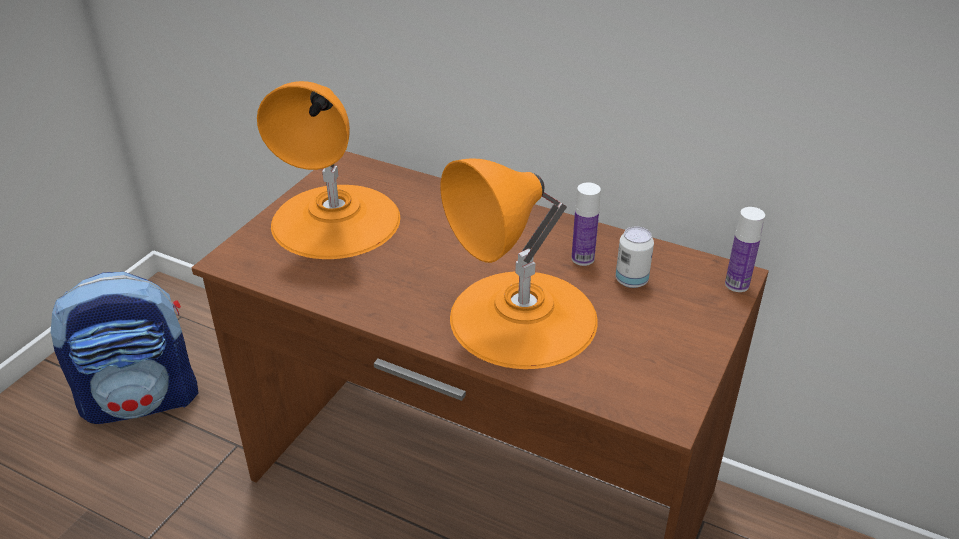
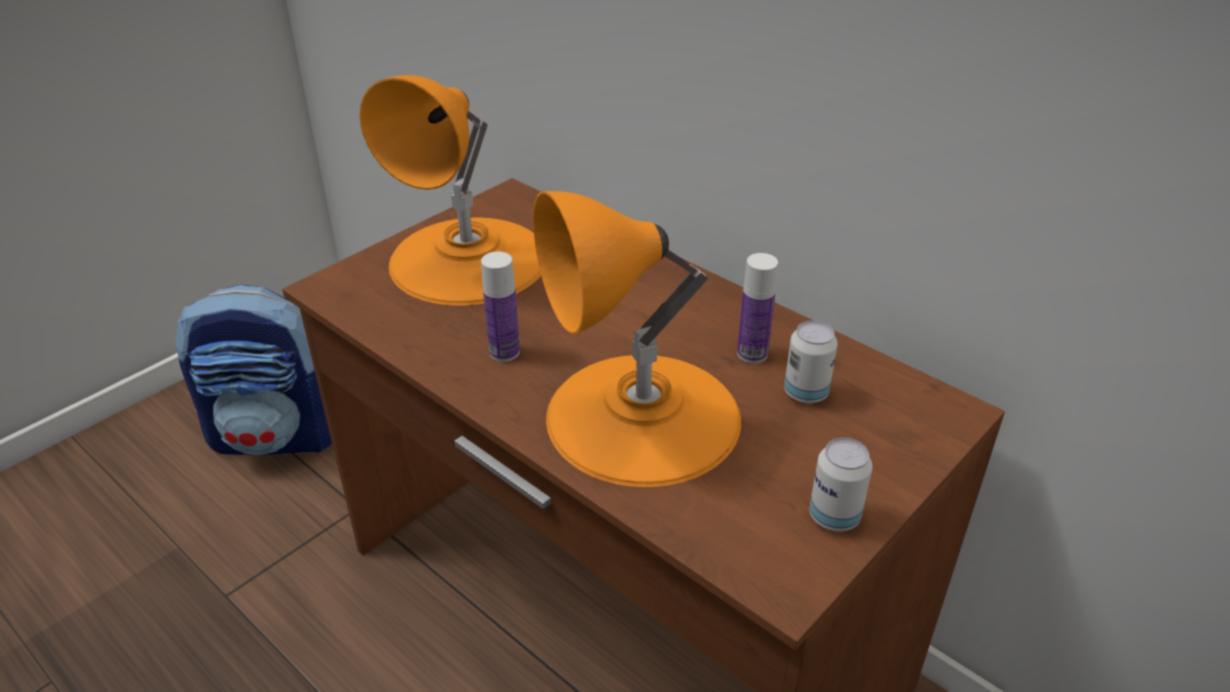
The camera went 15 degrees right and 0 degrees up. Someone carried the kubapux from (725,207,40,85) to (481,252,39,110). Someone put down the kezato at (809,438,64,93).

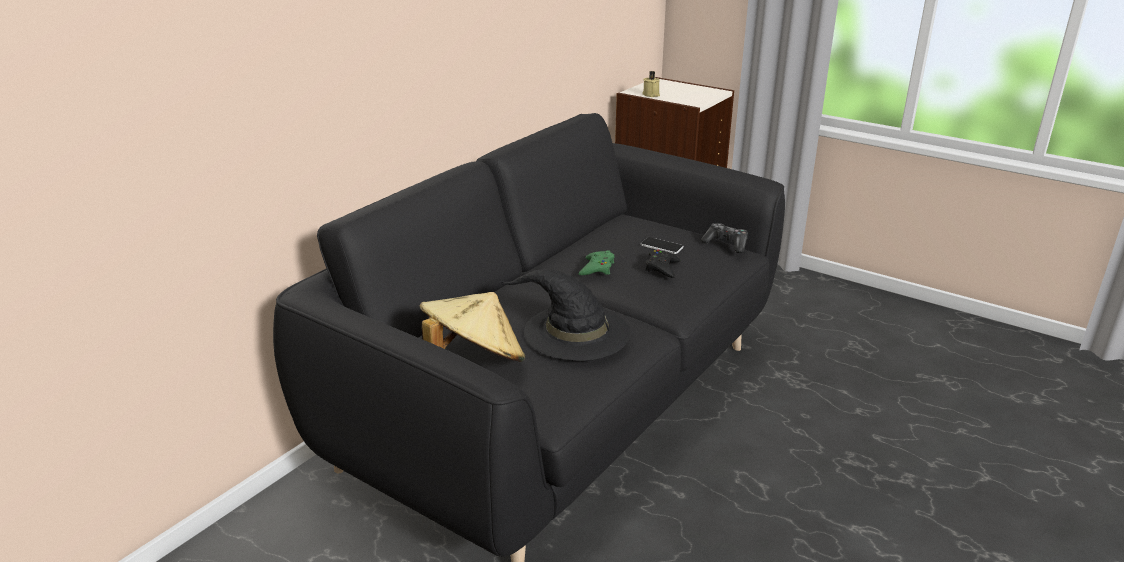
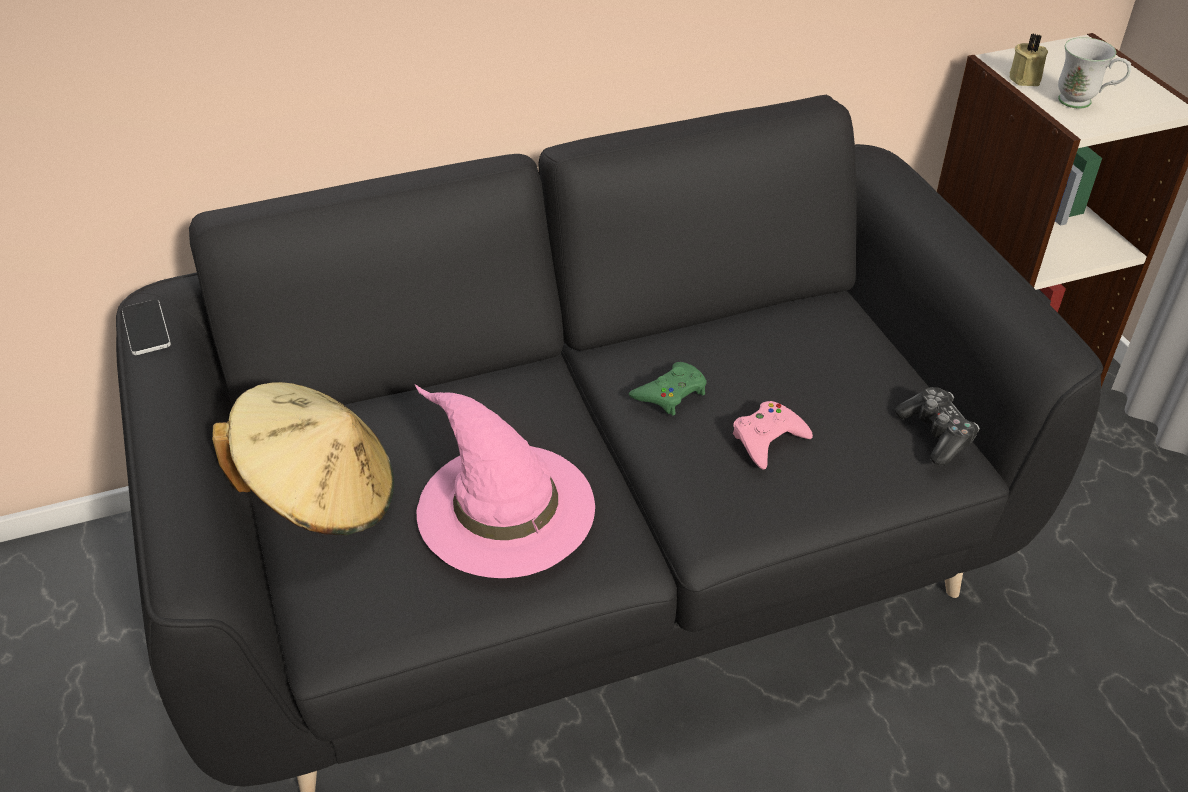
The camera went 35 degrees right and 15 degrees up. Someone repainted the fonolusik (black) at (500,269,130,92), which became the fonolusik (pink) at (415,385,180,193). Someone carried the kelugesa from (641,237,43,17) to (122,300,49,55). Someone repainted the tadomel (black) at (645,249,36,29), which became the tadomel (pink) at (733,401,80,69). Someone put down the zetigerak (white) at (1058,37,73,72).

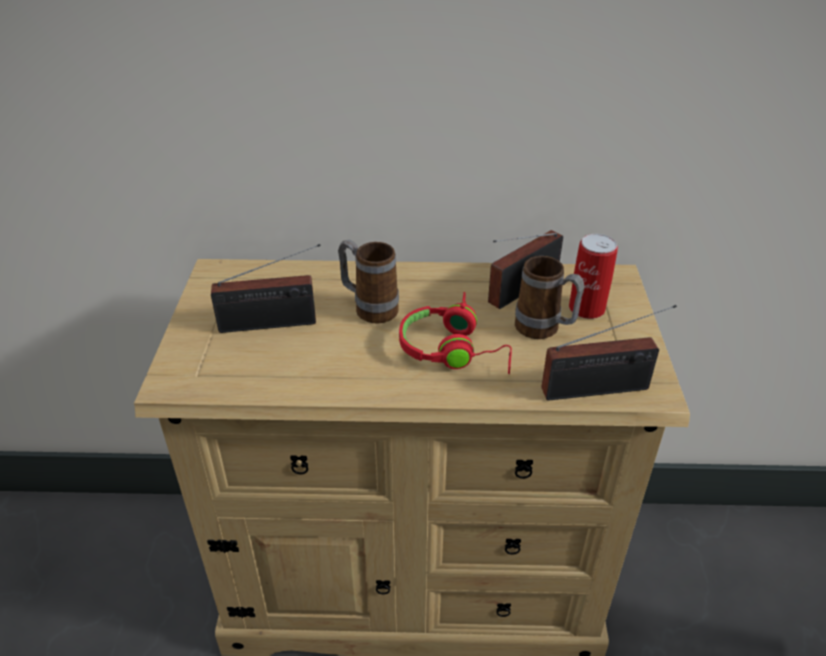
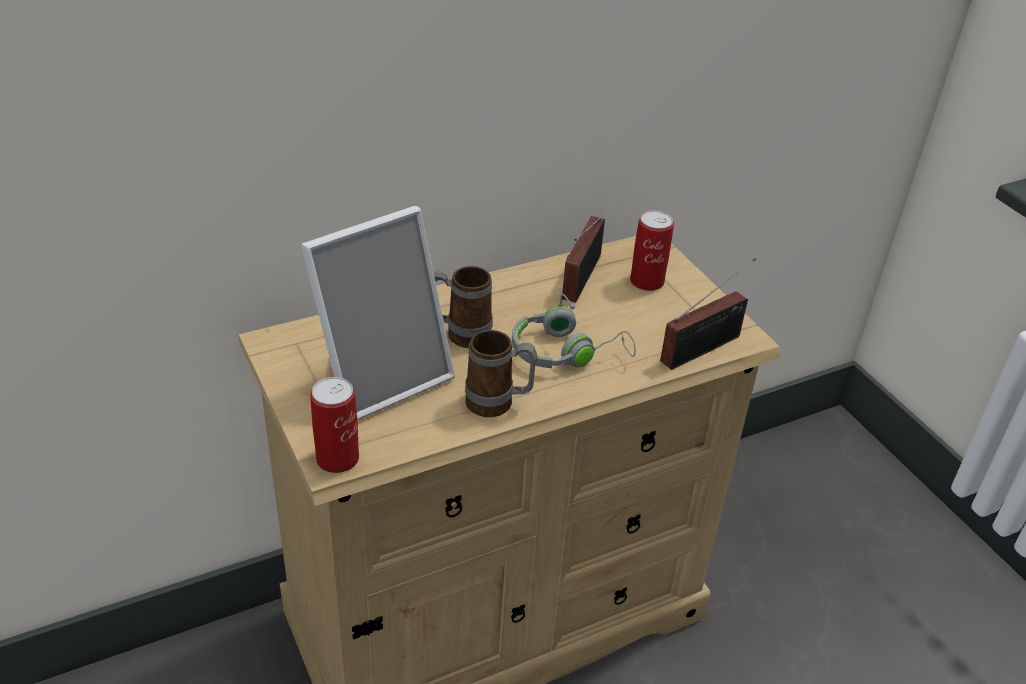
The camera went 30 degrees left and 0 degrees up. Someone swapped the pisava at (211,244,110,89) for the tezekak at (301,206,154,214). Someone repainted the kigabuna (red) at (399,292,113,82), which became the kigabuna (grey) at (512,294,124,74). Someone carried the zetigerak from (515,256,70,83) to (465,330,72,87). Someone put down the kezato at (310,377,49,96).

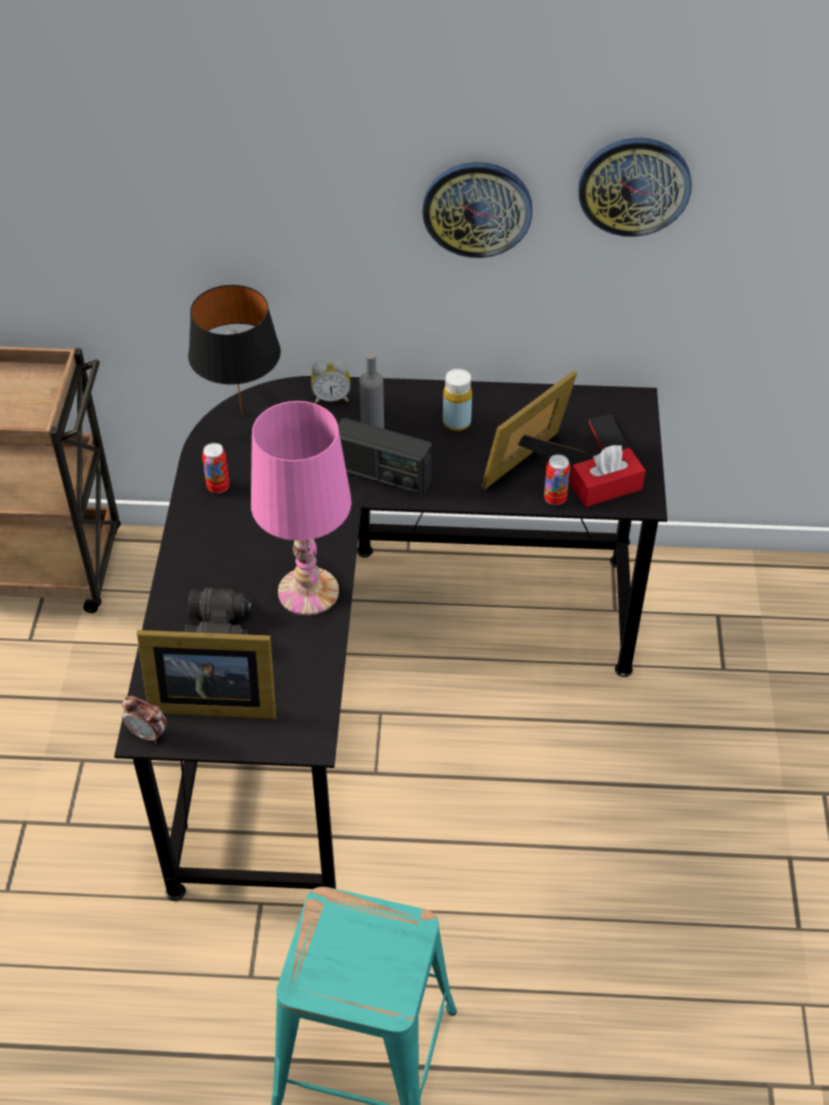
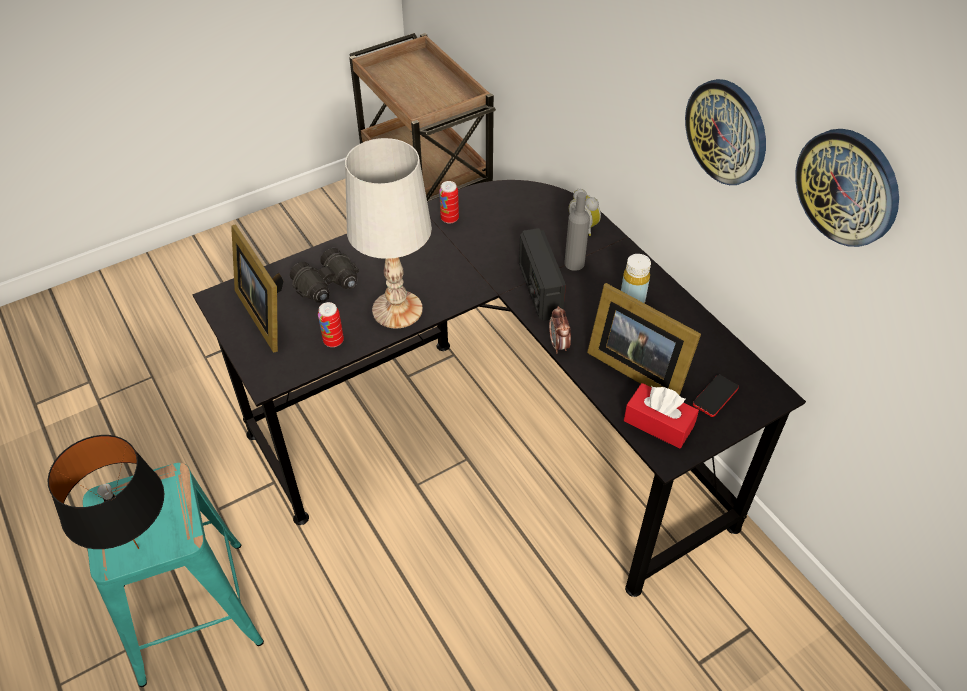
The camera went 55 degrees right and 0 degrees up. Someone carried the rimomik from (122,696,45,48) to (549,306,22,47). Someone carried the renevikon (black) from (188,285,93,130) to (48,435,116,114). Someone repainted the renevikon (pink) at (251,401,101,215), which became the renevikon (white) at (345,138,87,191). Someone rotated the tezekak at (481,371,104,119) by 150 degrees counterclockwise. Someone carried the kezato from (544,454,26,51) to (318,302,26,45).

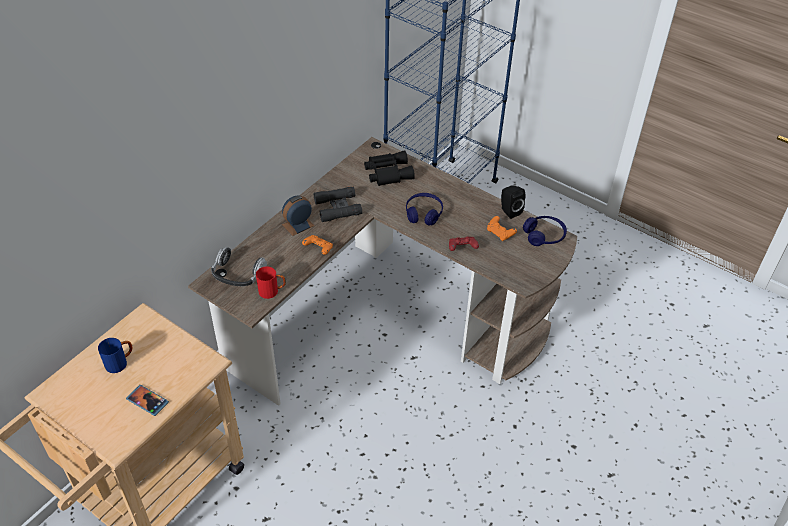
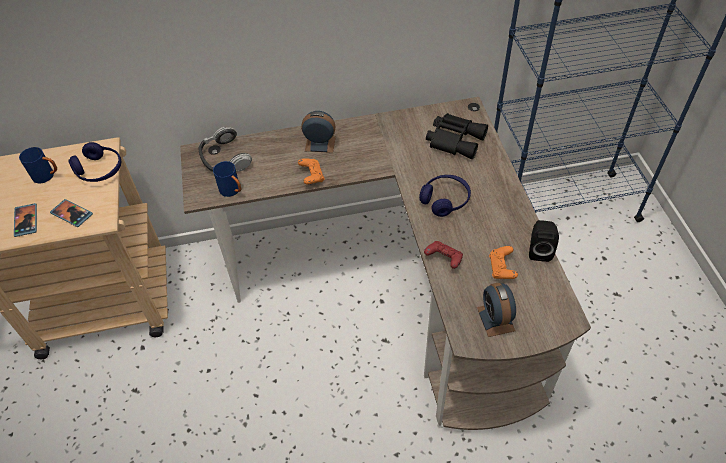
The camera went 45 degrees right and 5 degrees up. Someone repainted the zetigerak (red) at (256,266,30,33), which became the zetigerak (blue) at (213,161,28,36). Someone took away the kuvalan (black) at (314,187,48,35). Someone carried the kigabuna (blue) from (523,216,44,30) to (69,142,52,40). Someone put down the kelugesa at (50,199,43,28). Someone put down the rimomik at (477,283,39,54).

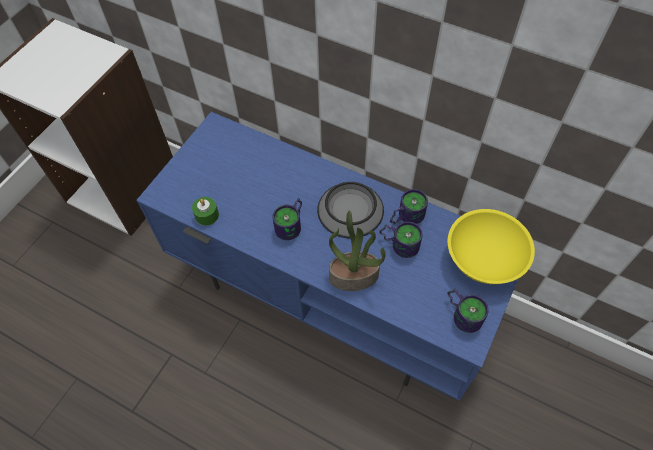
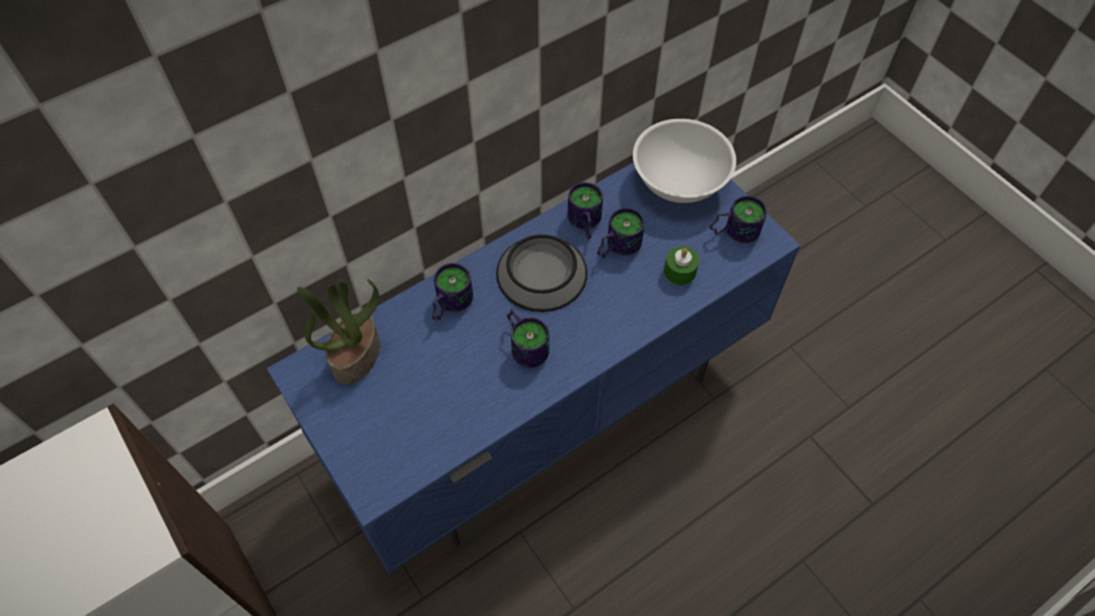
The camera went 65 degrees left and 0 degrees up. Someone carried the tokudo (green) from (192,197,27,28) to (664,246,35,39). Someone carried the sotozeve from (329,211,57,80) to (297,279,83,106). Someone repainted the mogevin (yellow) at (448,209,87,75), which became the mogevin (white) at (633,119,103,84). Someone put down the zetigerak at (432,263,41,57).

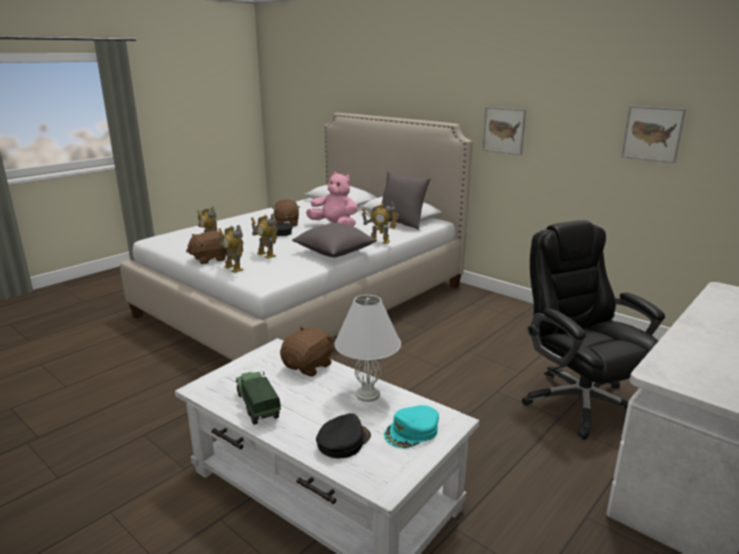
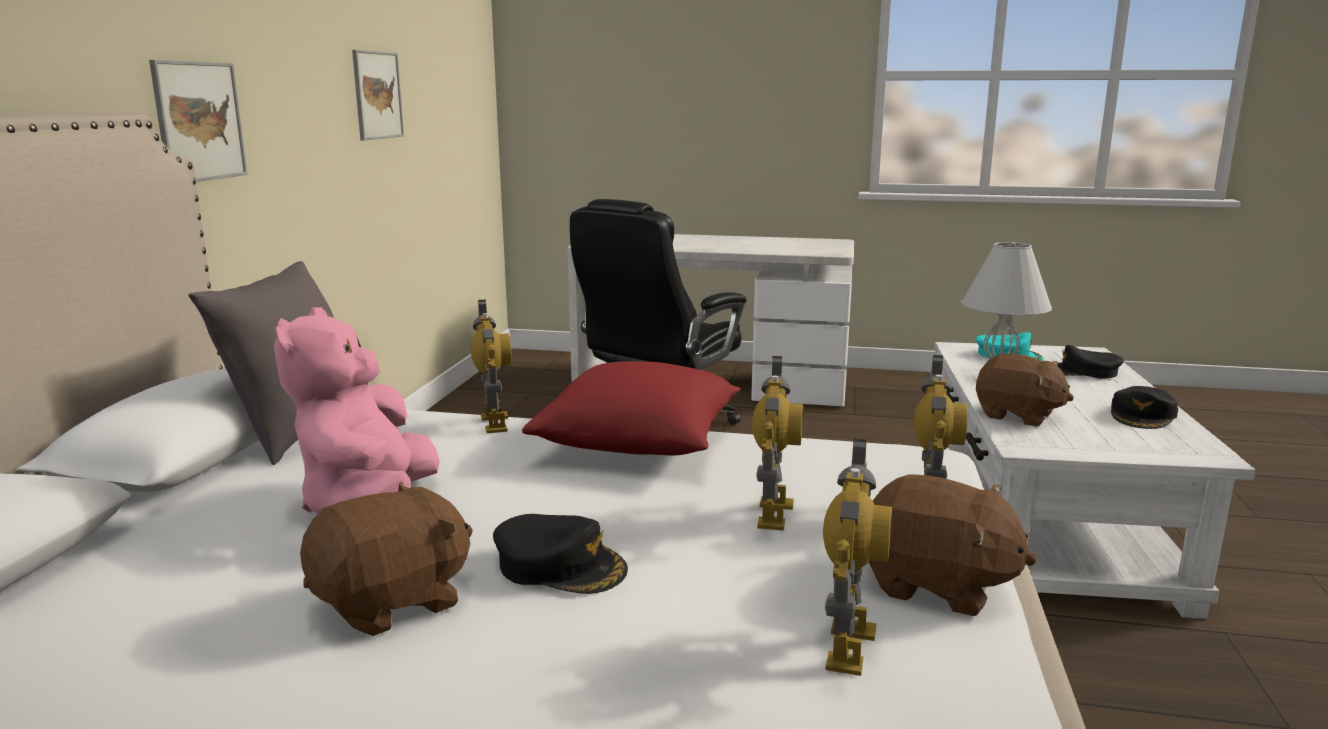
The camera went 120 degrees left and 5 degrees down. Someone swapped the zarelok at (236,371,45,54) for the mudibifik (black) at (1111,386,67,43). Someone rotated the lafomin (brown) at (280,327,54,50) by 150 degrees counterclockwise. Someone repainted the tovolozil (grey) at (292,223,85,34), which became the tovolozil (red) at (522,361,219,95).

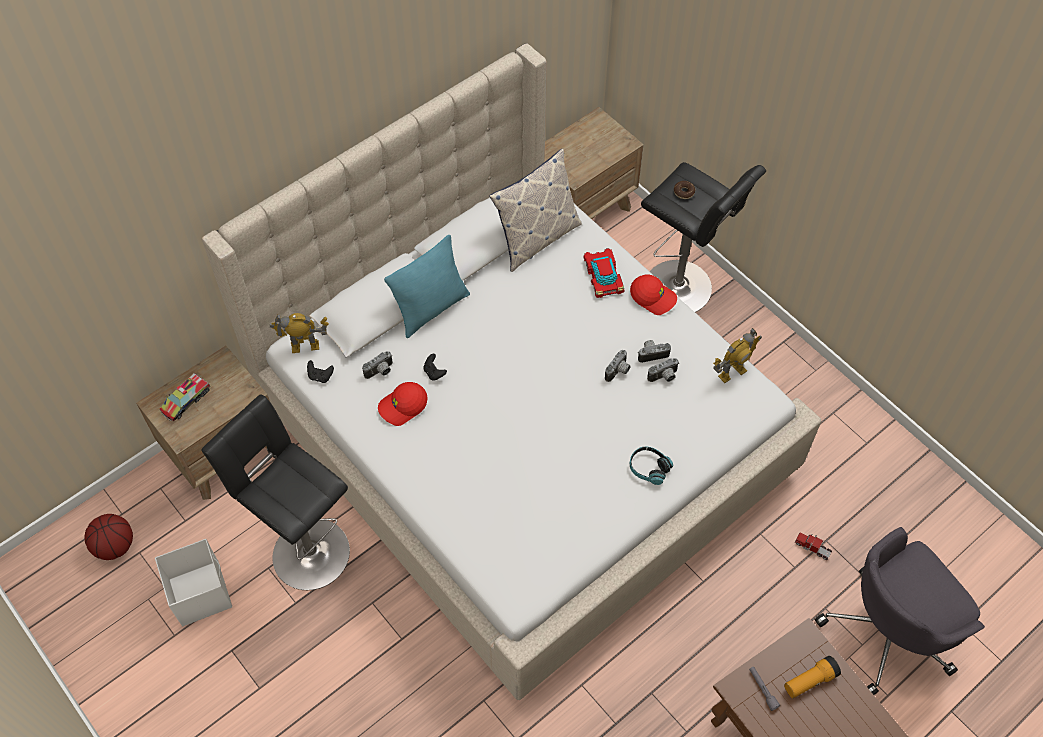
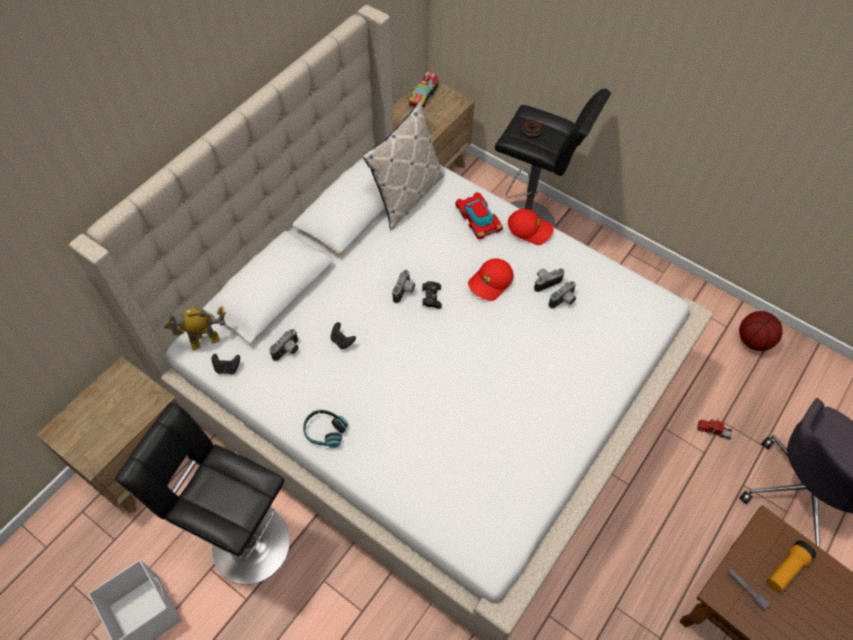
The camera went 15 degrees left and 0 degrees up. Someone carried the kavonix from (84,514,49,46) to (739,311,44,40). Someone carried the zarelok from (160,373,50,49) to (408,71,31,37). Someone carried the mudibifik (red) from (378,382,50,44) to (468,258,46,43). Someone took away the tovolozil (turquoise) at (384,235,86,103). Someone carried the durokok from (605,350,26,32) to (392,270,23,33). Someone carried the kigabuna from (630,447,43,38) to (303,410,45,38). Someone took away the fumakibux at (713,328,49,55). Someone put down the tadomel (black) at (422,281,20,28).

